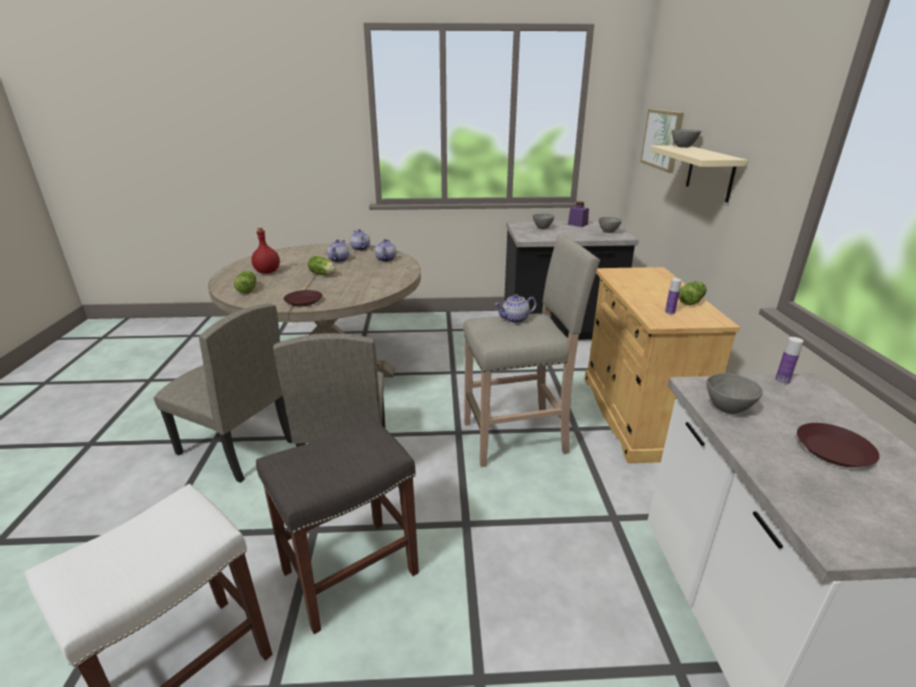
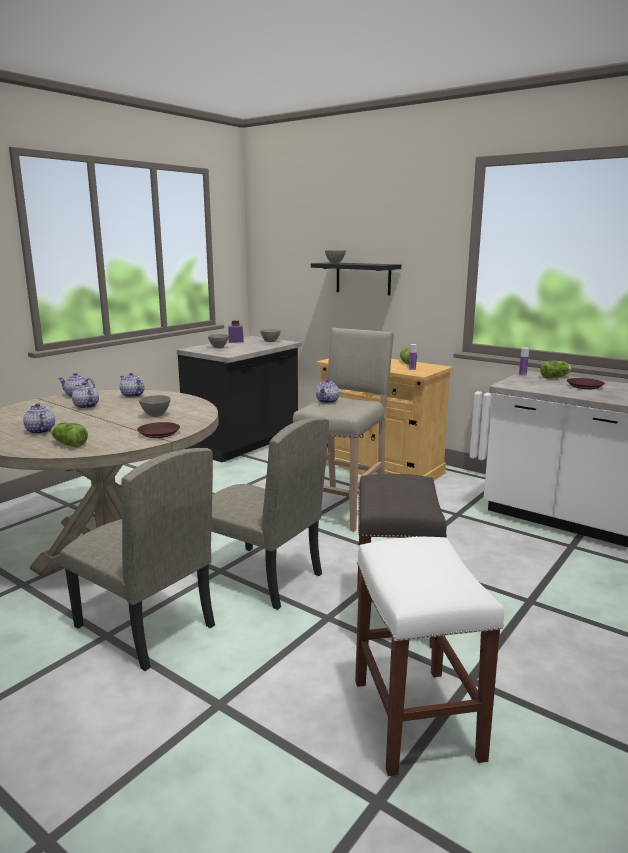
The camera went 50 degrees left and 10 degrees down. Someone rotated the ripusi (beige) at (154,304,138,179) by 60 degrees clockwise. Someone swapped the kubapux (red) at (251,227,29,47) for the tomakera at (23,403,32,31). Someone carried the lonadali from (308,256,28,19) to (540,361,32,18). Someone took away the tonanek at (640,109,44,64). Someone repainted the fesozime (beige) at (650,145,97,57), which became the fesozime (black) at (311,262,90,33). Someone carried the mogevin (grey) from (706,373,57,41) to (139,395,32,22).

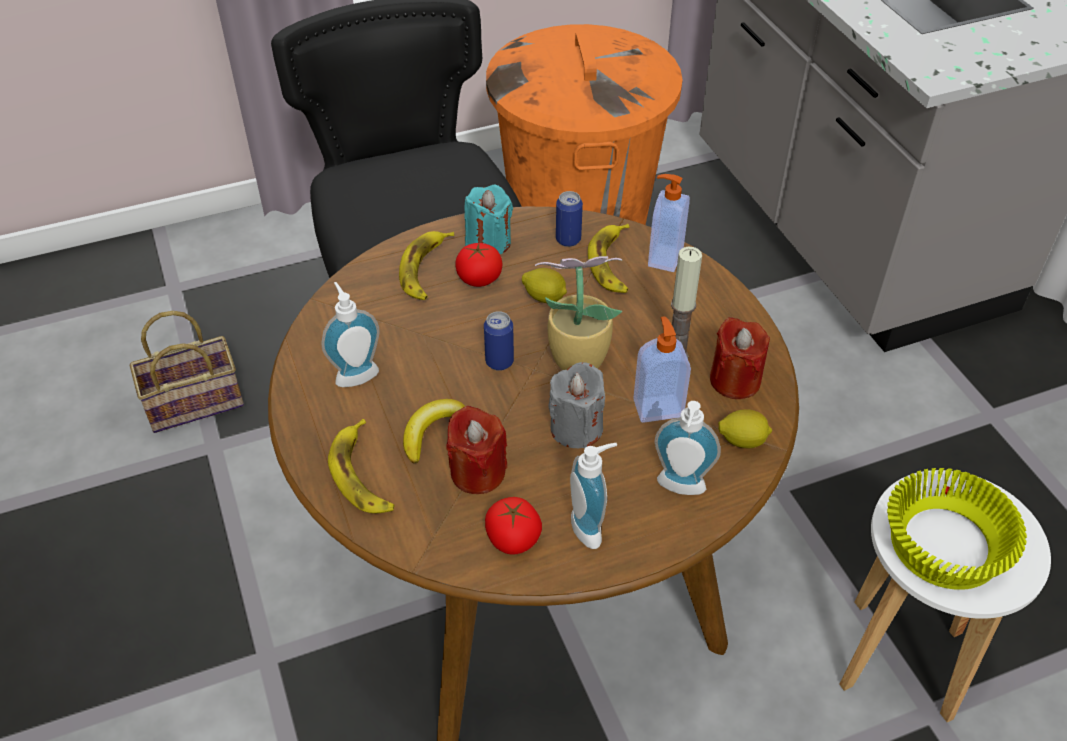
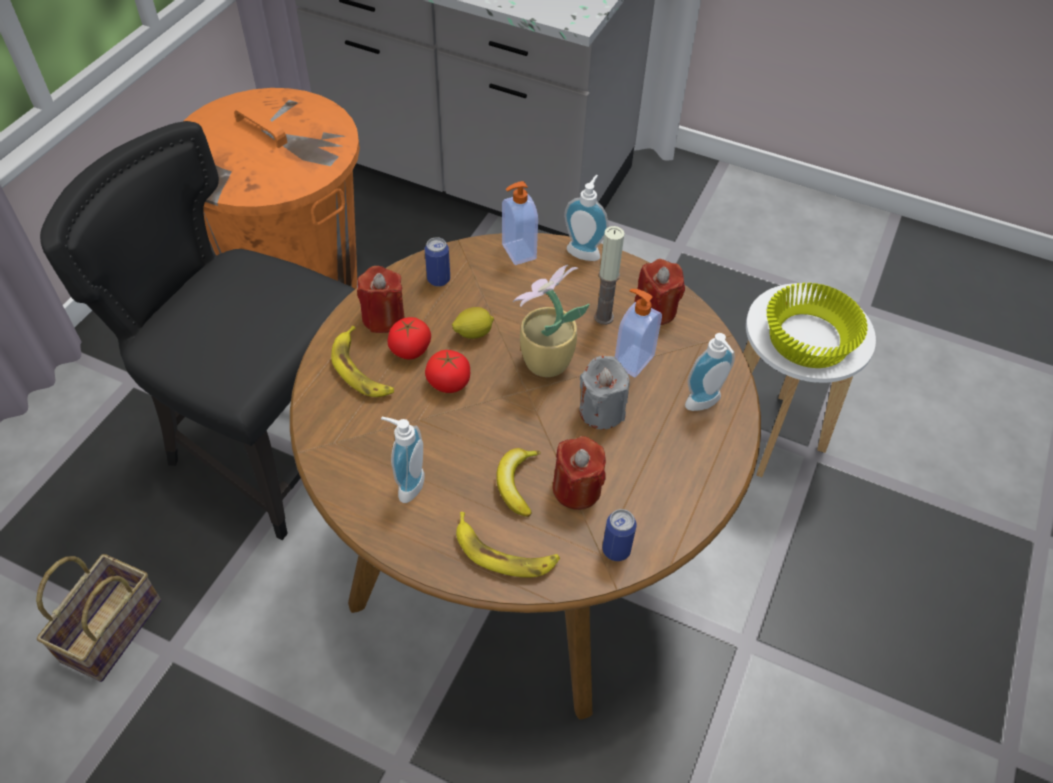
The camera went 45 degrees left and 5 degrees up. Someone repainted the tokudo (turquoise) at (464,184,49,70), which became the tokudo (red) at (357,266,48,67). Someone carried the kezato from (484,311,30,60) to (602,509,34,52). Someone carried the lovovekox from (485,497,57,58) to (425,350,45,43). Someone carried the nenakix from (570,443,47,106) to (564,175,45,86). Someone took away the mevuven at (588,224,41,69). Someone took away the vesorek at (718,409,54,39).

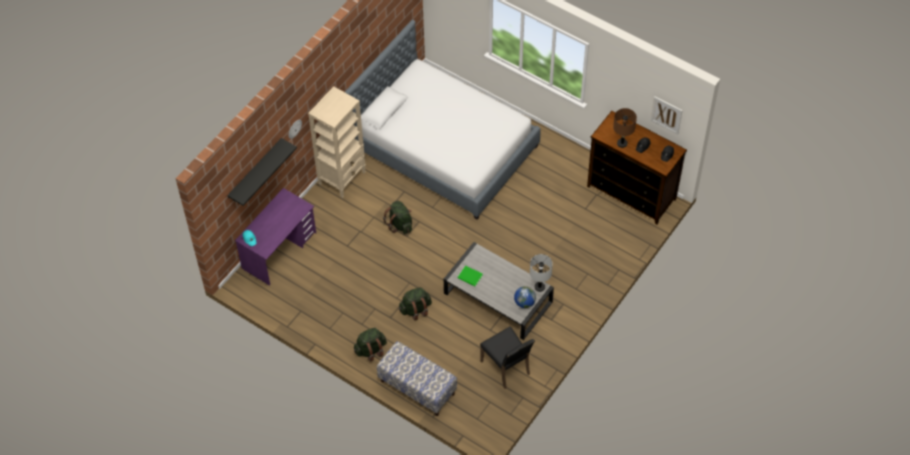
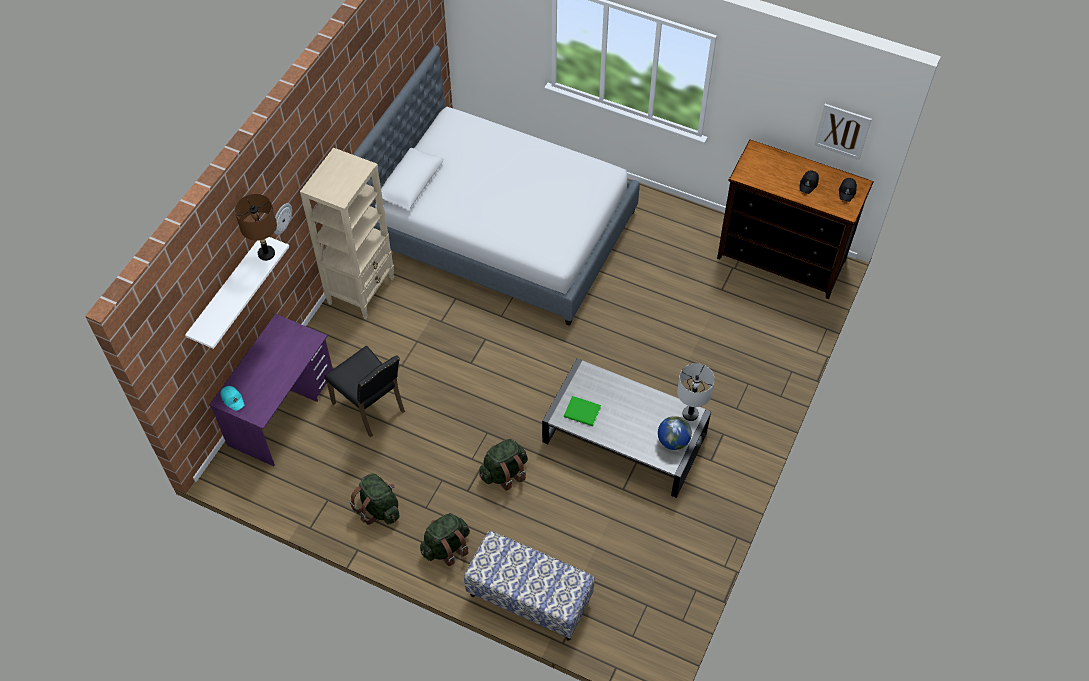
The camera went 10 degrees left and 0 degrees up. Someone repainted the fesozime (black) at (227,138,70,68), which became the fesozime (white) at (185,237,104,112). Someone carried the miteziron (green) from (383,201,29,33) to (350,473,49,52). Someone carried the ripusi (black) from (480,326,55,63) to (325,346,80,91). Someone carried the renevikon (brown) from (613,108,24,40) to (235,194,42,67).

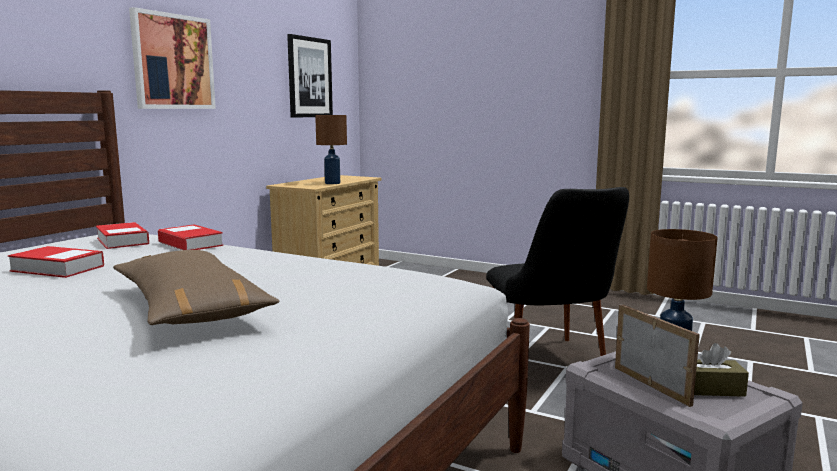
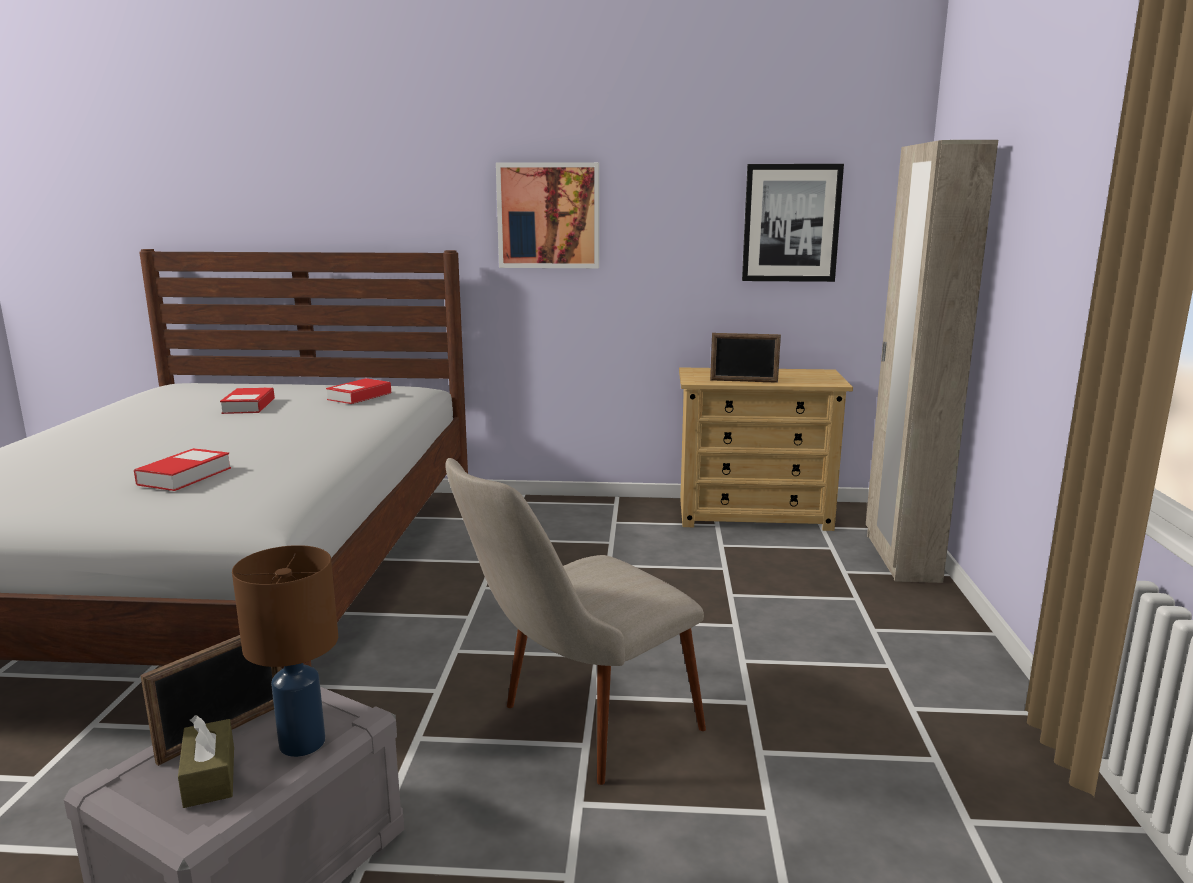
The camera went 65 degrees right and 5 degrees up. Someone took away the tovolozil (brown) at (113,250,167,75). Someone carried the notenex from (158,225,65,25) to (134,448,97,43). Someone swapped the renevikon (brown) at (315,115,32,69) for the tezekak at (710,333,71,50). Someone repainted the ripusi (black) at (486,187,143,169), which became the ripusi (beige) at (445,458,261,327). Someone put down the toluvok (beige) at (866,140,132,443).

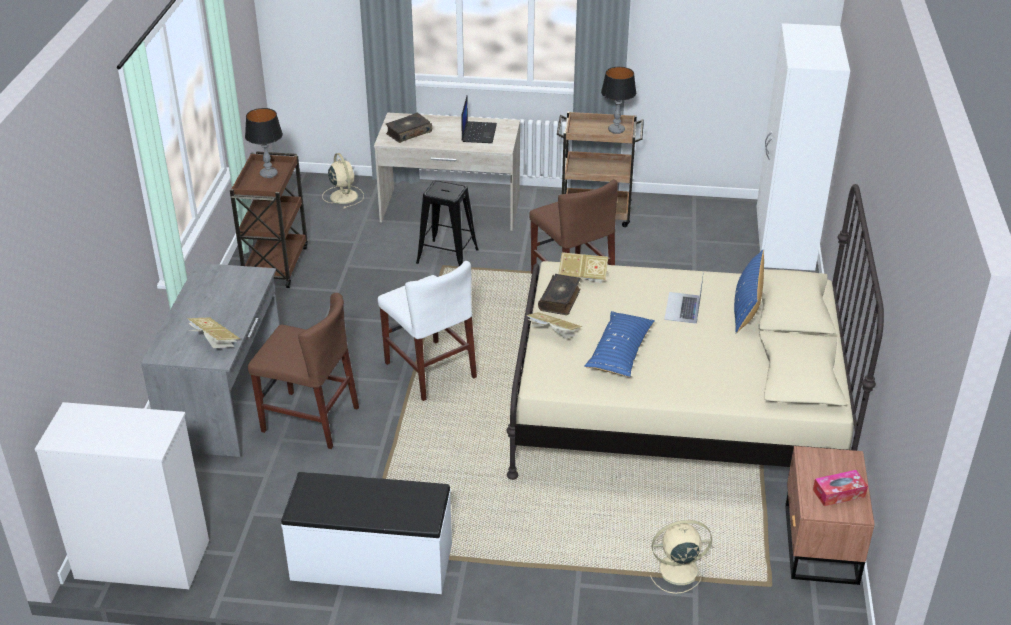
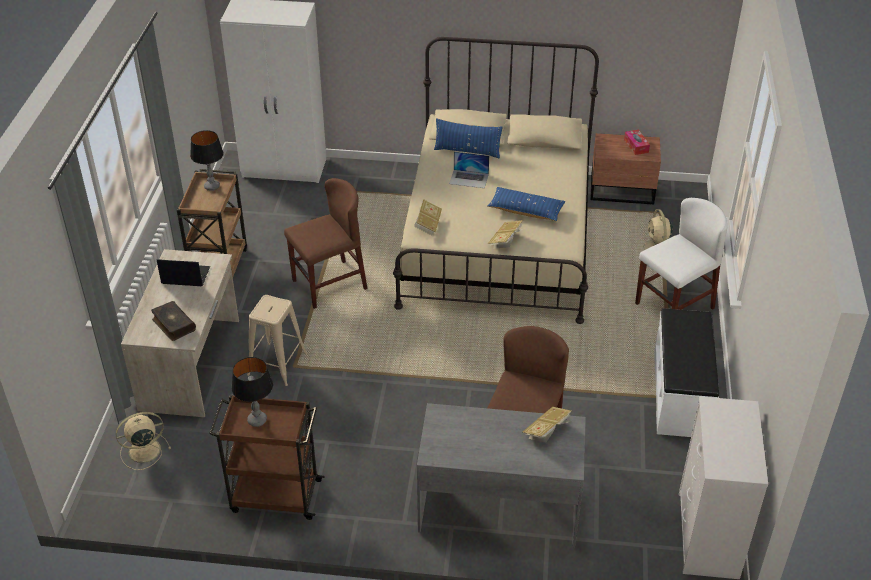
The camera went 90 degrees left and 5 degrees up. Someone carried the ripusi (white) from (378,261,99,140) to (635,198,93,112). Someone repainted the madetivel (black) at (416,180,63,86), which became the madetivel (beige) at (247,295,60,91). Someone took away the notenex at (538,274,43,41).

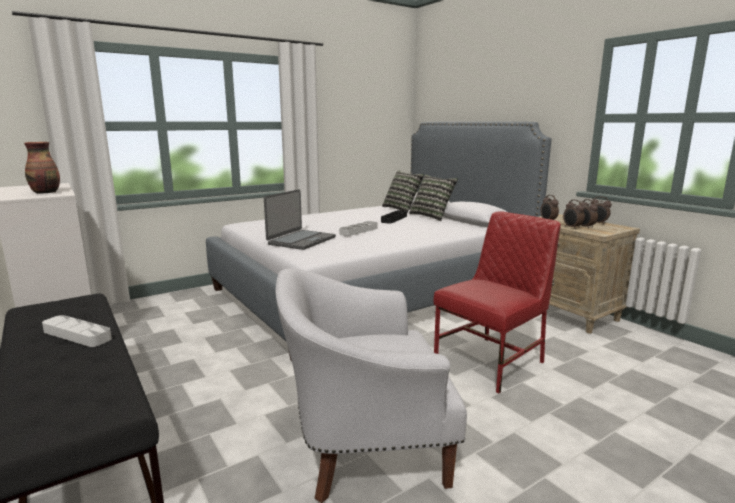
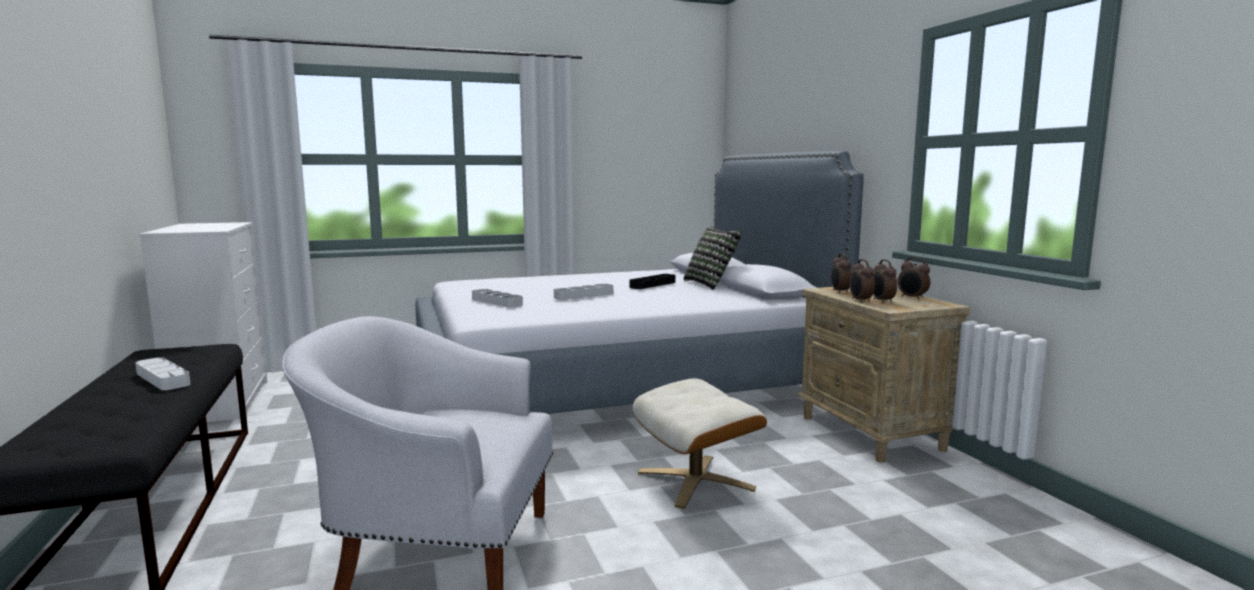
The camera went 15 degrees right and 5 degrees down. Someone took away the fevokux at (24,142,36,52). Someone swapped the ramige at (264,189,72,61) for the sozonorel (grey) at (472,289,51,18). Someone took away the tovolozil at (382,170,42,43). Someone swapped the ripusi (red) at (434,211,127,183) for the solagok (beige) at (633,378,134,131).

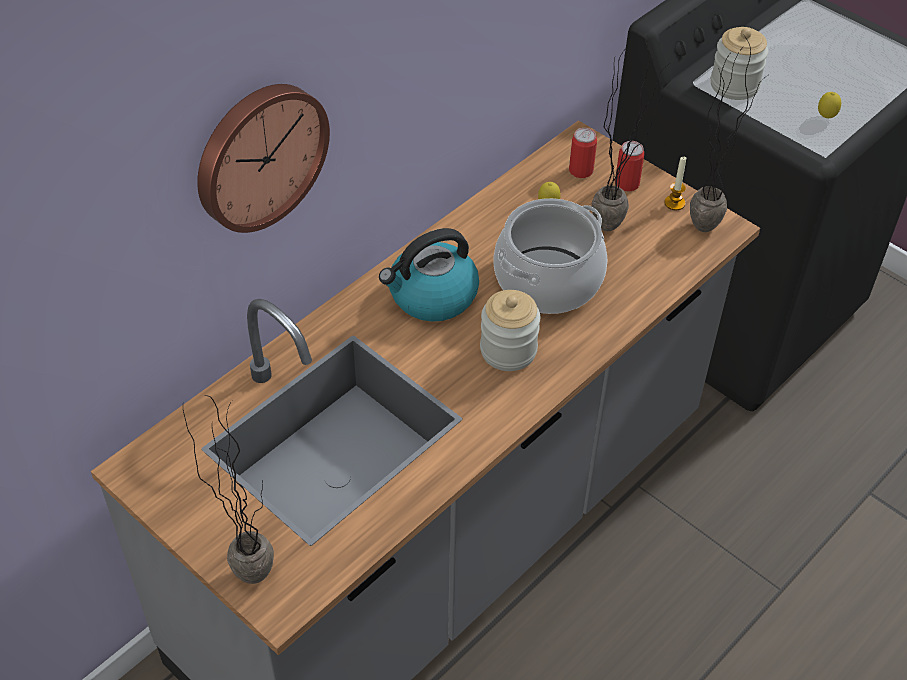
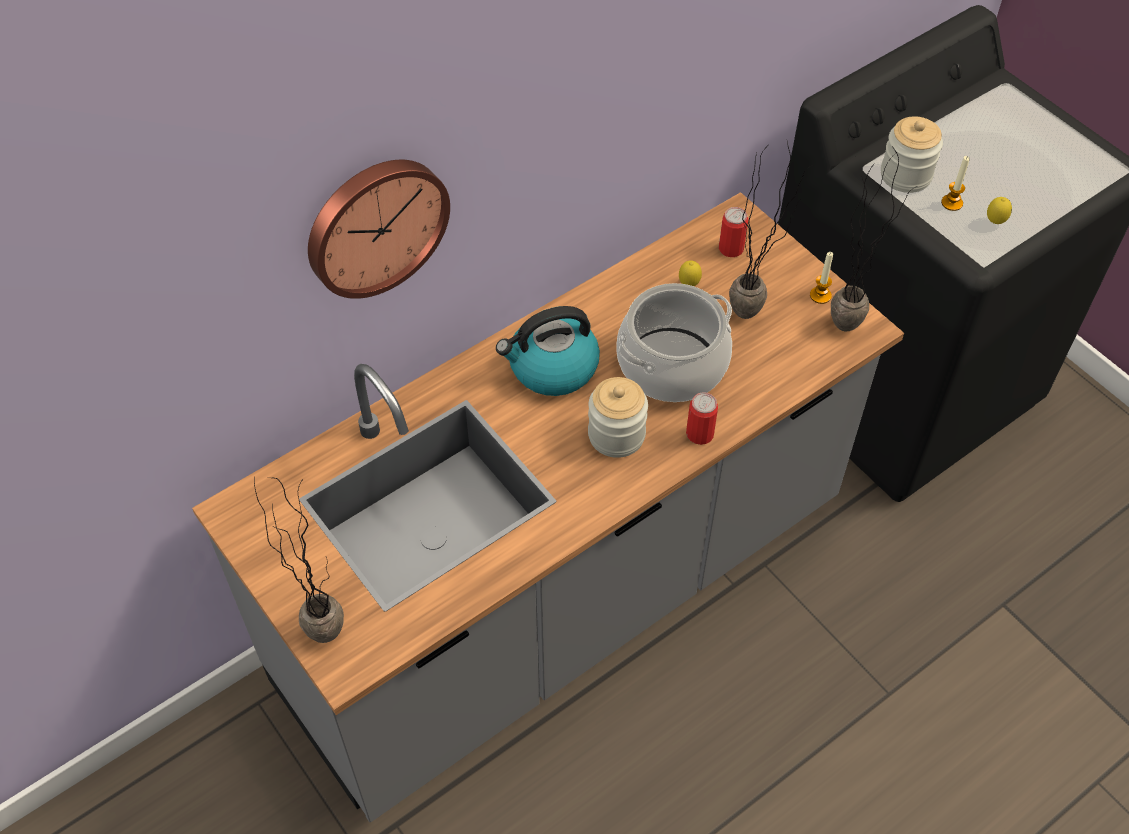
The camera went 10 degrees right and 5 degrees up. Someone carried the kezato from (615,141,29,50) to (686,392,32,53). Someone put down the tokudo at (941,156,29,55).

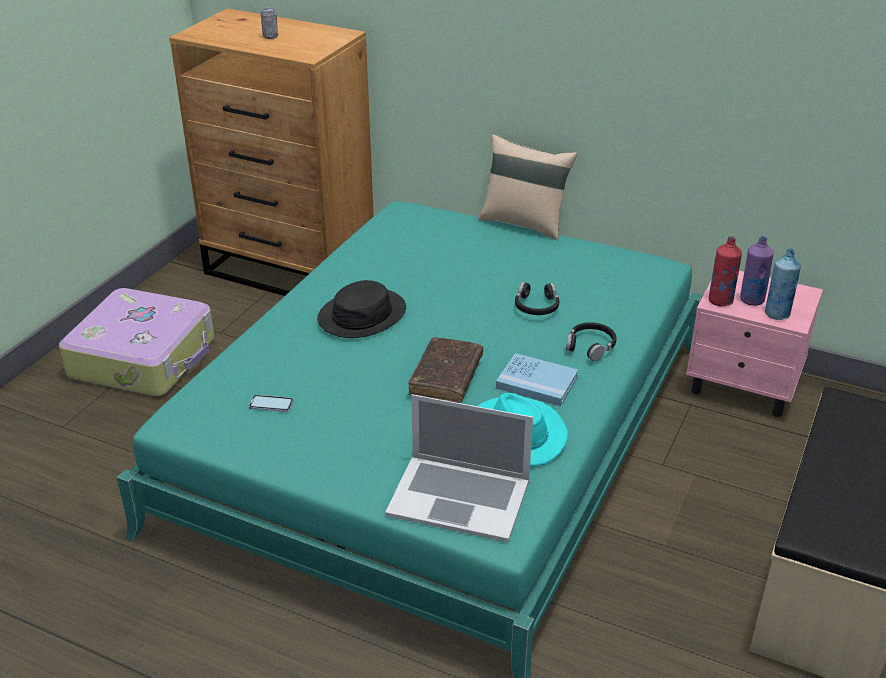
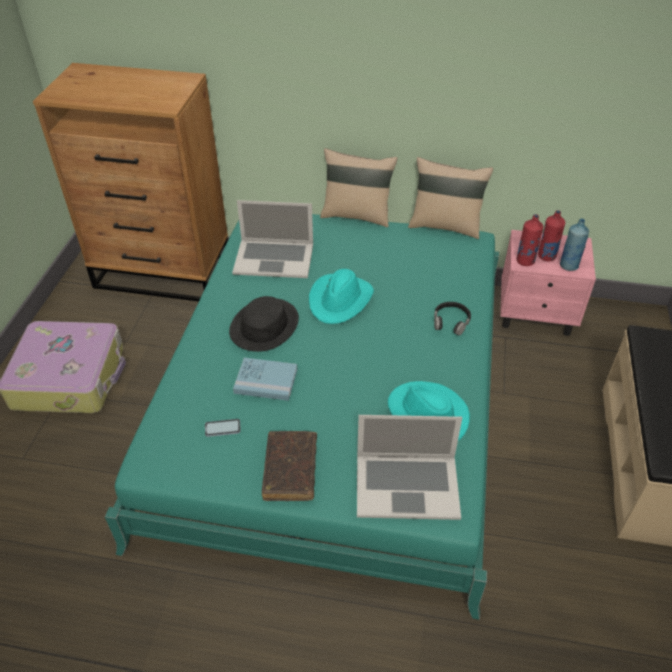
The camera went 15 degrees left and 10 degrees up. Someone took away the kezato at (261,8,17,31). Someone carried the notenex (brown) from (408,337,75,66) to (262,431,55,70). Someone carried the notenex (blue) from (496,353,82,53) to (233,358,65,43). Someone took away the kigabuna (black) at (515,282,44,33). Someone repainted the kubapux (purple) at (740,236,34,70), which became the kubapux (red) at (538,210,27,51). Someone put down the ramige at (232,200,81,78). Someone put down the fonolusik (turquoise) at (309,269,65,55). Someone put down the tovolozil (beige) at (408,157,85,82).

